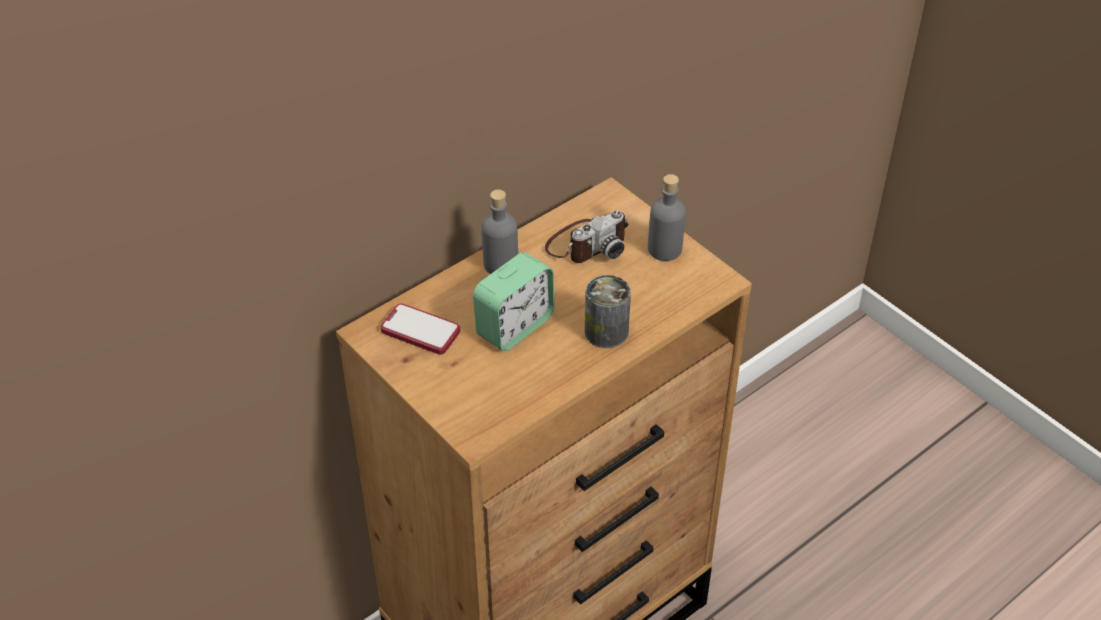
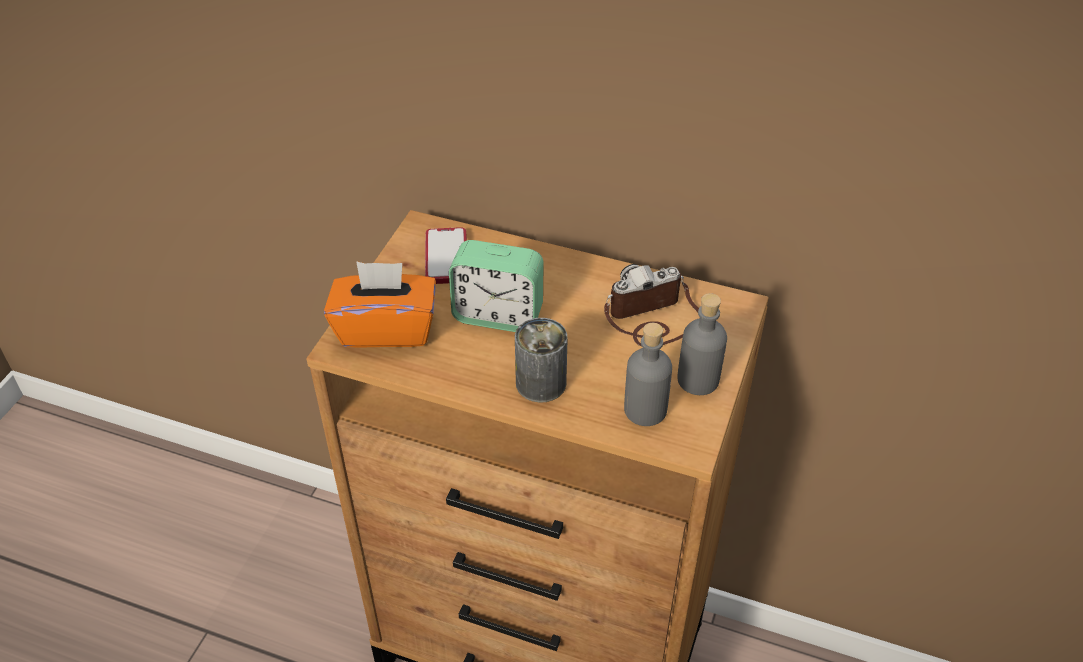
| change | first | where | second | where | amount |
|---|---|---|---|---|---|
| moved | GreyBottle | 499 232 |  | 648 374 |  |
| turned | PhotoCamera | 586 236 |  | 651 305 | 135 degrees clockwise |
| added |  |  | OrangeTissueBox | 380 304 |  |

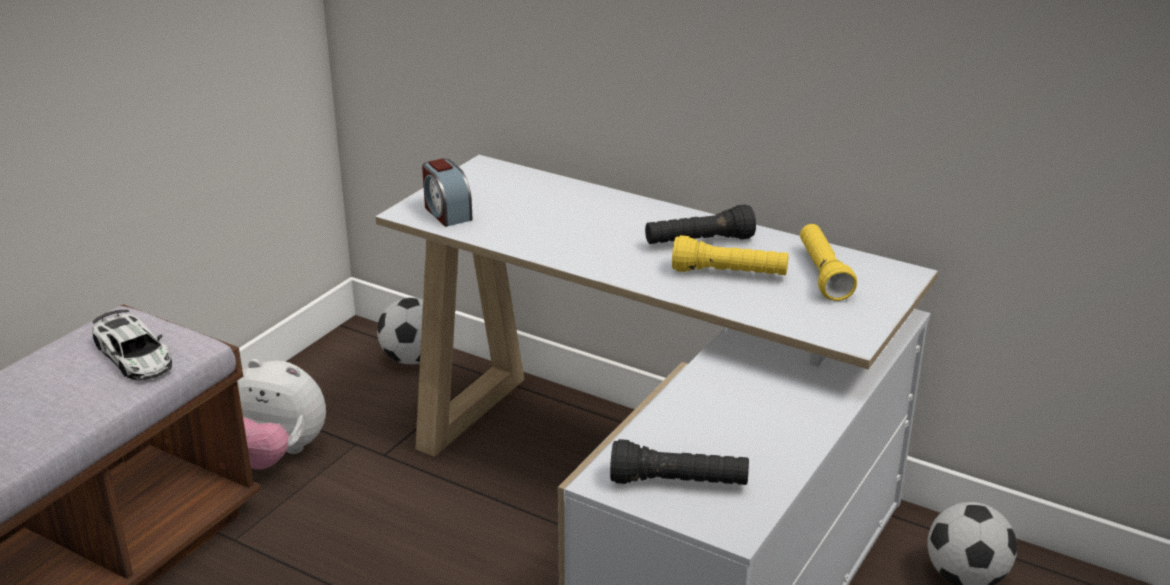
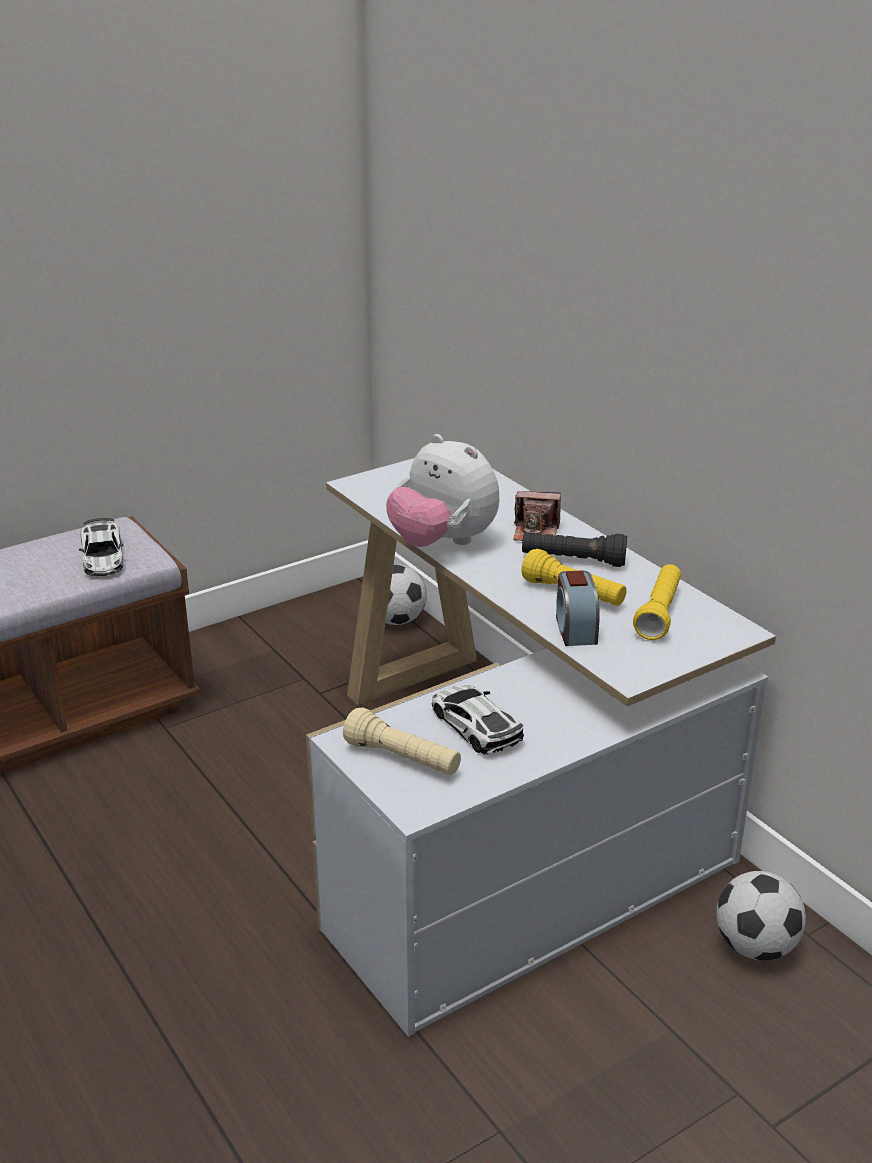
| change | first | where | second | where | amount |
|---|---|---|---|---|---|
| moved | AlarmClock | 447 193 |  | 578 608 |  |
| moved | PlushToy | 281 414 |  | 442 490 |  |
| recoloured | BlackFlashlight | 679 462 | BeigeFlashlight | 402 741 |  |
| added |  |  | PhotoCamera | 537 516 |  |
| added |  |  | ToyCar | 478 720 |  |

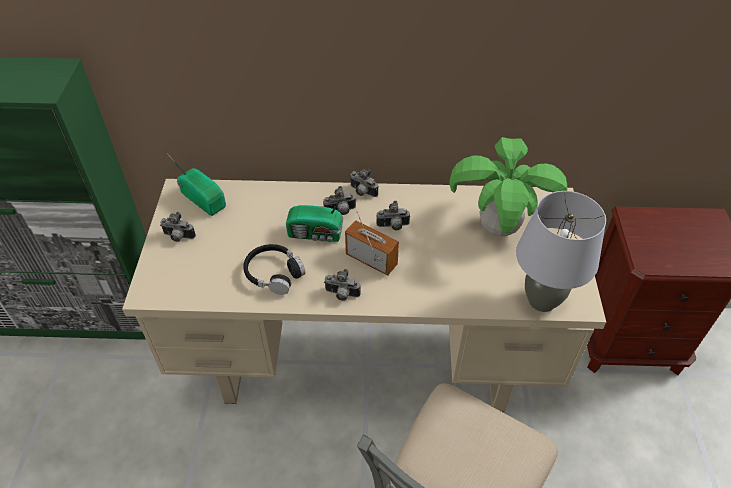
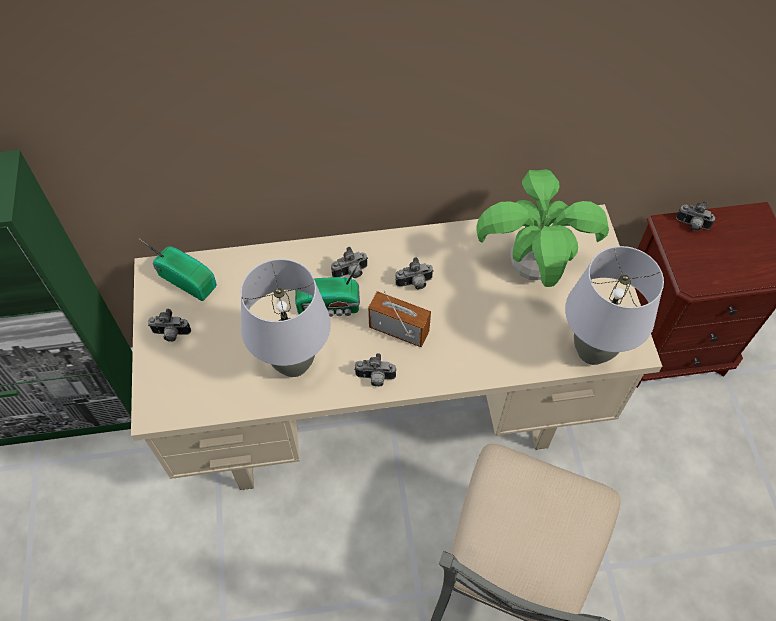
| change | first | where | second | where | amount |
|---|---|---|---|---|---|
| moved | PhotoCamera | 363 183 |  | 695 216 |  |
| replaced | BlackHeadphones | 274 269 | GreyTableLamp | 286 318 |  |

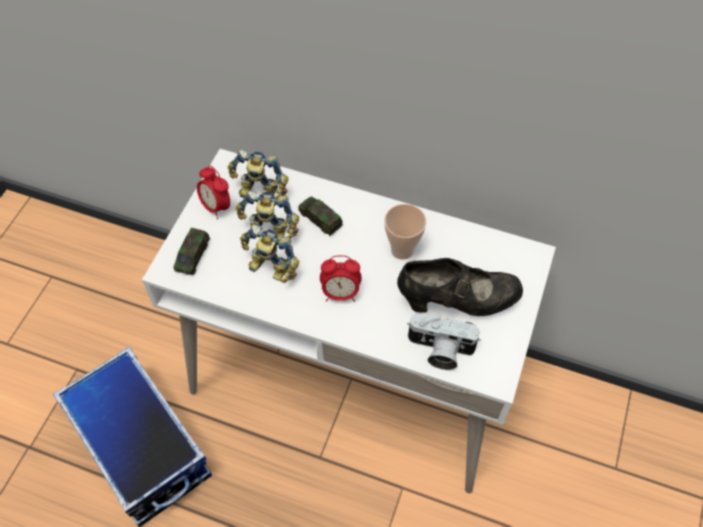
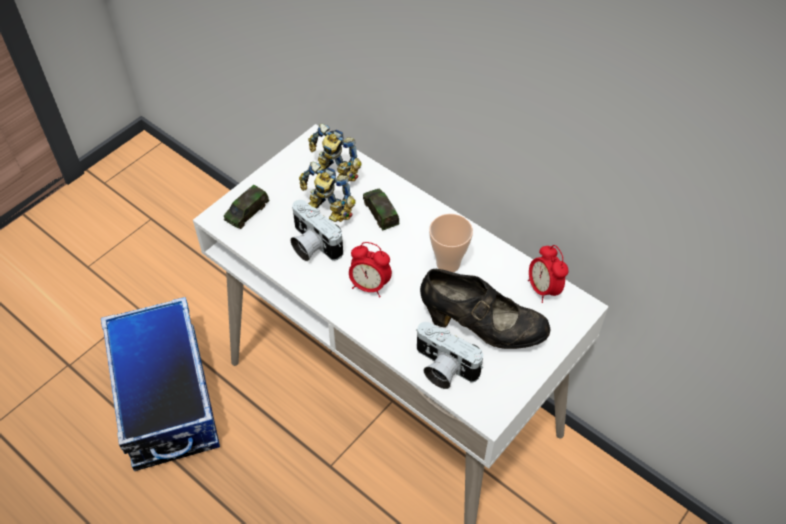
| change | first | where | second | where | amount |
|---|---|---|---|---|---|
| moved | AlarmClock | 213 192 |  | 548 274 |  |
| replaced | ToyRobot | 269 253 | PhotoCamera | 317 230 |  |

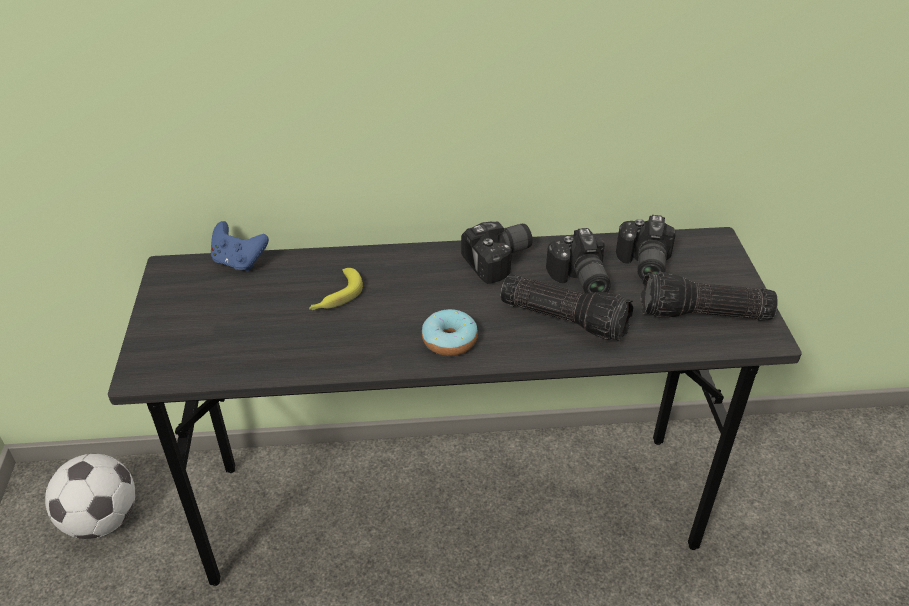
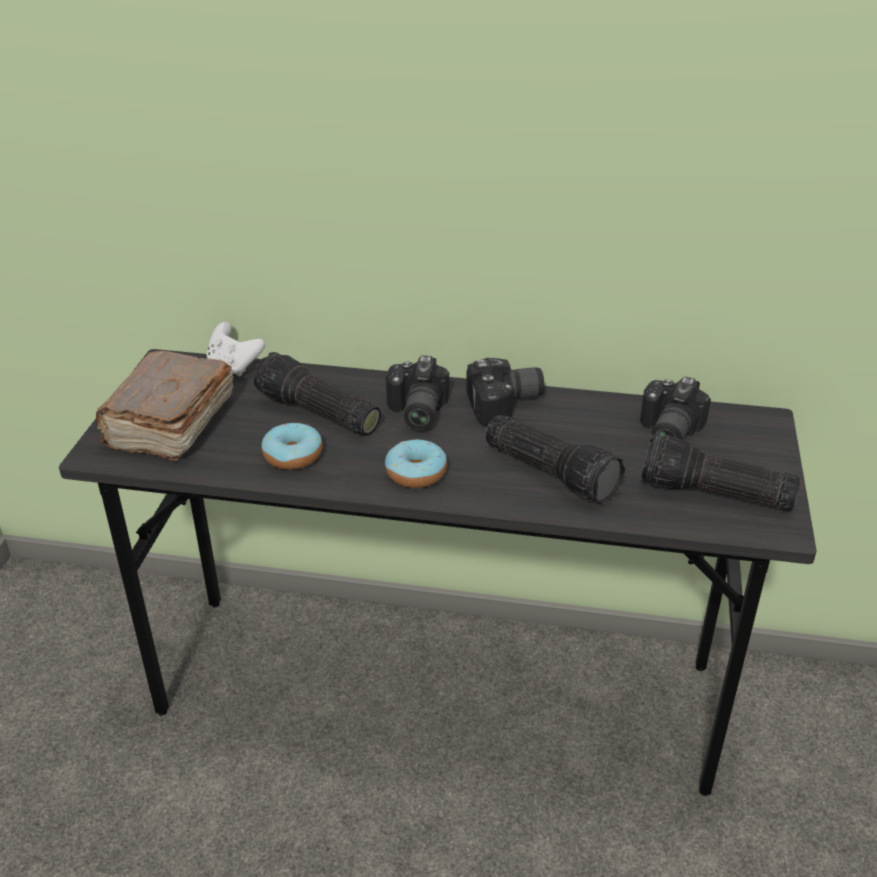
| change | first | where | second | where | amount |
|---|---|---|---|---|---|
| recoloured | BlueGameController | 240 246 | WhiteGameController | 235 349 |  |
| moved | PhotoCamera | 578 260 |  | 417 393 |  |
| replaced | Banana | 336 289 | Flashlight | 317 394 |  |
| removed | Football | 90 496 |  |  |  |
| added |  |  | BrownBook | 164 406 |  |
| added |  |  | Donut | 292 446 |  |

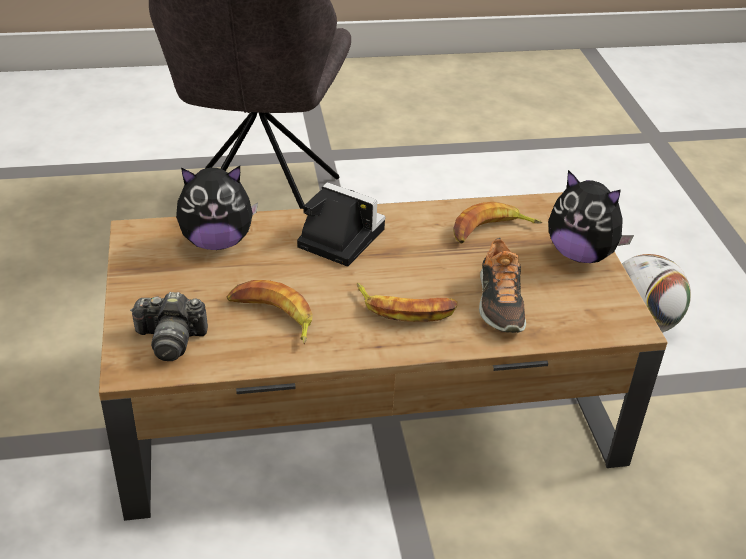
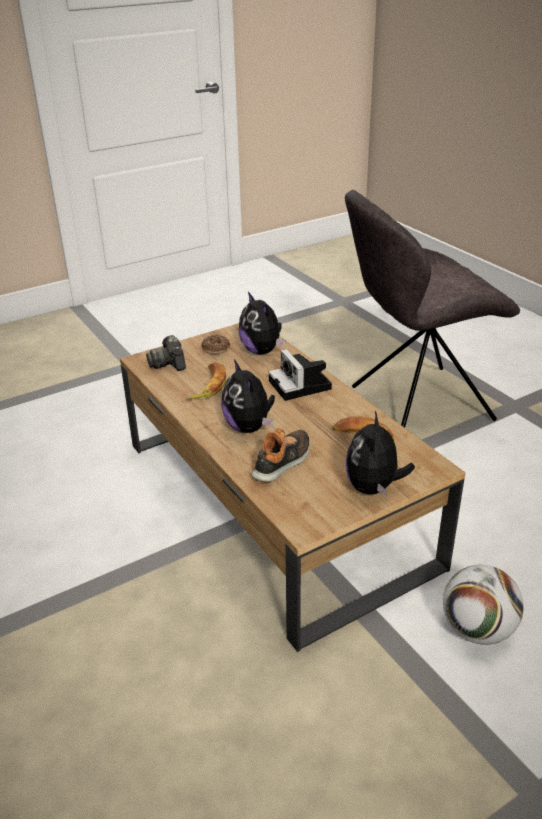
| change | first | where | second | where | amount |
|---|---|---|---|---|---|
| turned | PhotoCamera | 341 224 |  | 300 375 | 150 degrees clockwise |
| turned | Shoe | 502 285 |  | 280 455 | 150 degrees clockwise |
| replaced | Banana | 407 302 | PlushToy | 248 396 |  |
| added |  |  | Donut | 215 344 |  |

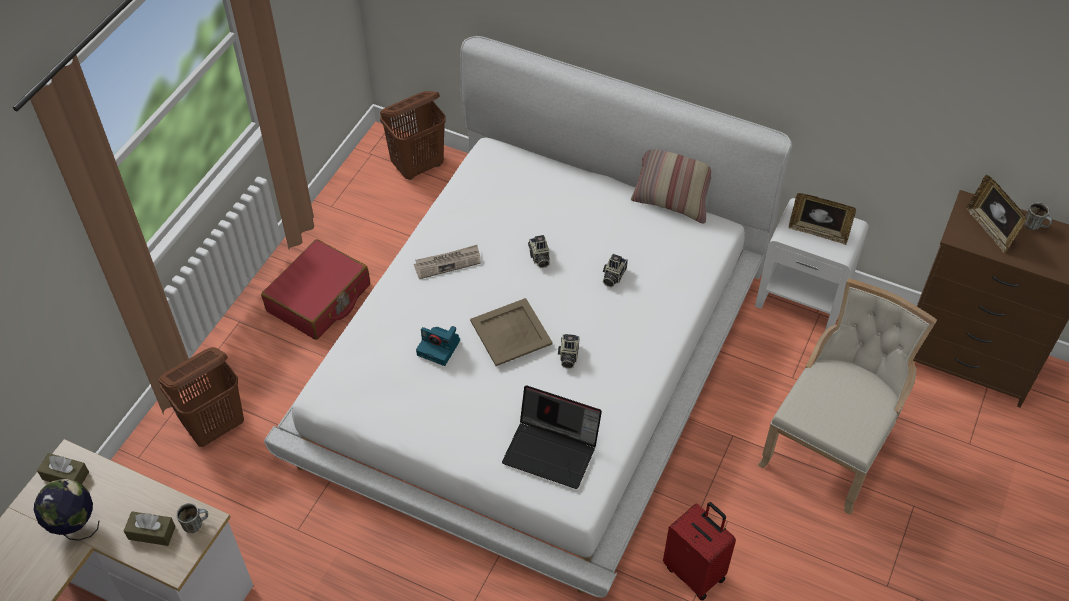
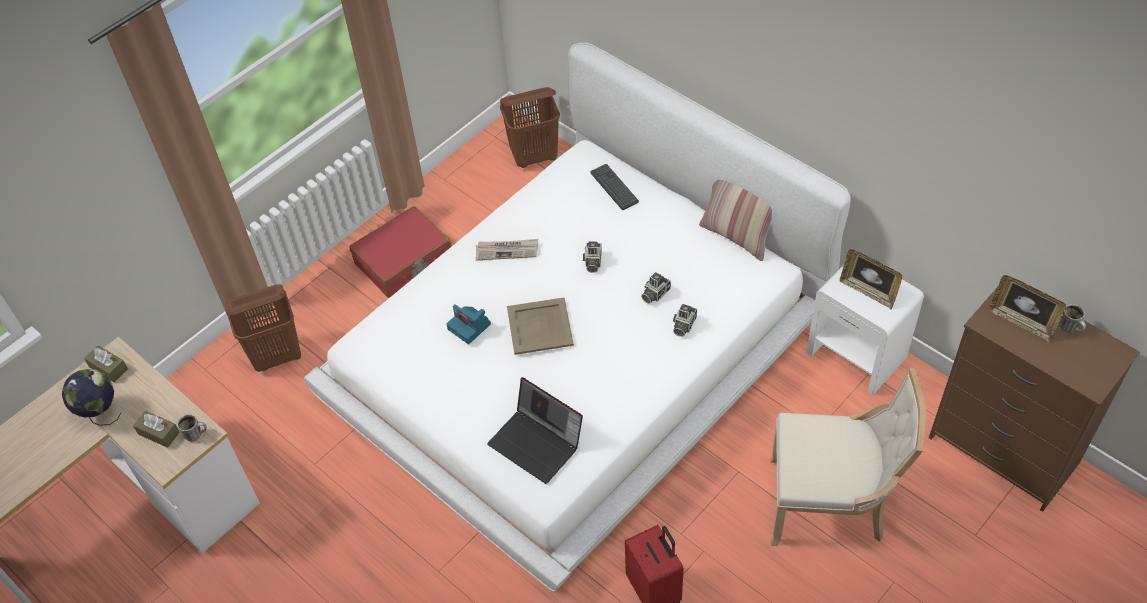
| change | first | where | second | where | amount |
|---|---|---|---|---|---|
| turned | PictureFrame | 996 214 |  | 1027 308 | 45 degrees counterclockwise |
| turned | BeigeChair | 847 396 |  | 848 457 | 45 degrees clockwise |
| moved | PhotoCamera | 569 351 |  | 685 320 |  |
| added |  |  | Keyboard | 614 187 |  |

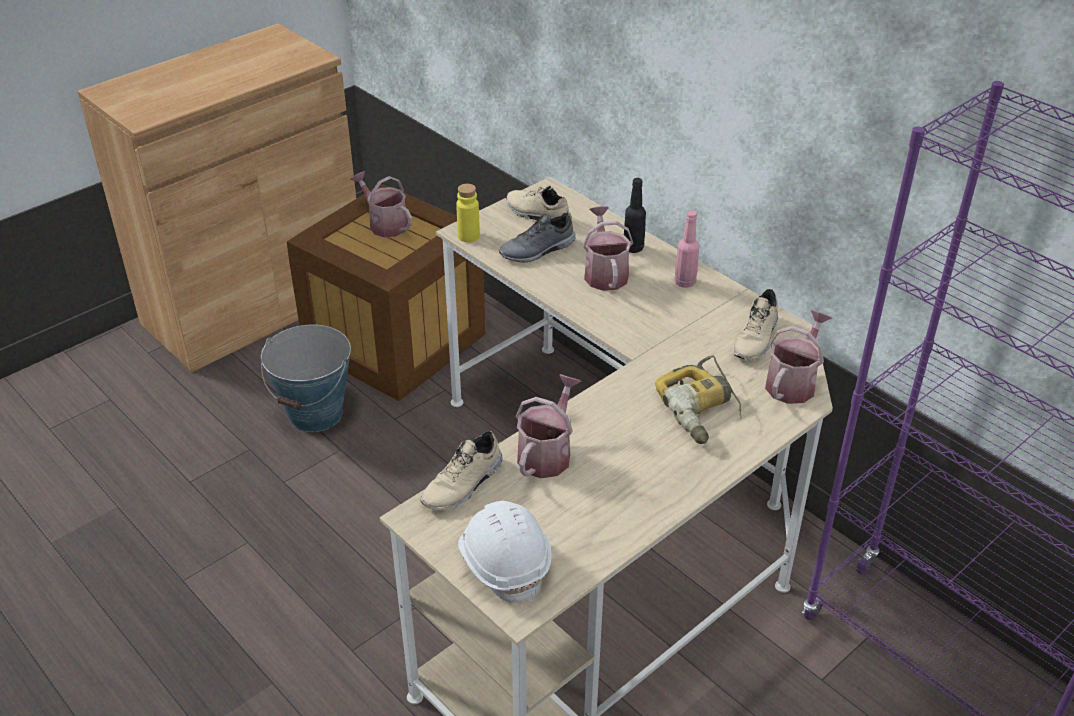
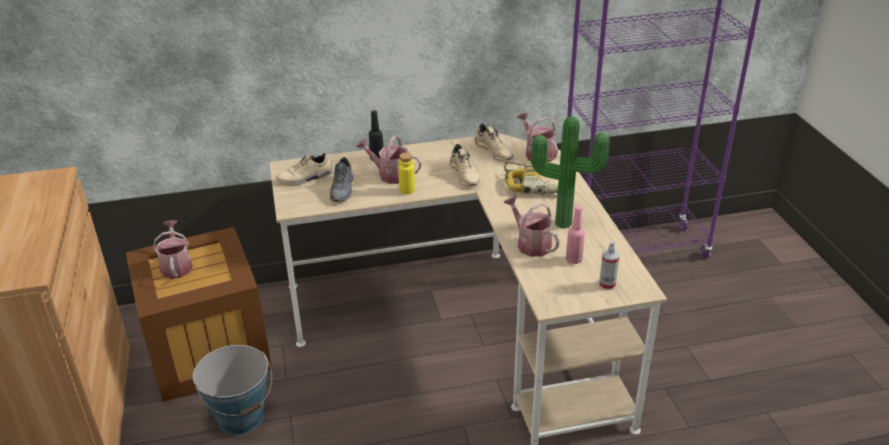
| change | first | where | second | where | amount |
|---|---|---|---|---|---|
| turned | WateringCan | 381 204 |  | 173 249 | 90 degrees clockwise |
| moved | YellowBottle | 468 213 |  | 406 173 |  |
| moved | PinkBottle | 686 249 |  | 575 235 |  |
| moved | BeigeShoe | 461 470 |  | 465 165 |  |
| replaced | WhiteHardHat | 504 552 | SprayBottle | 609 265 |  |
| added |  |  | PottedPlant | 570 172 |  |

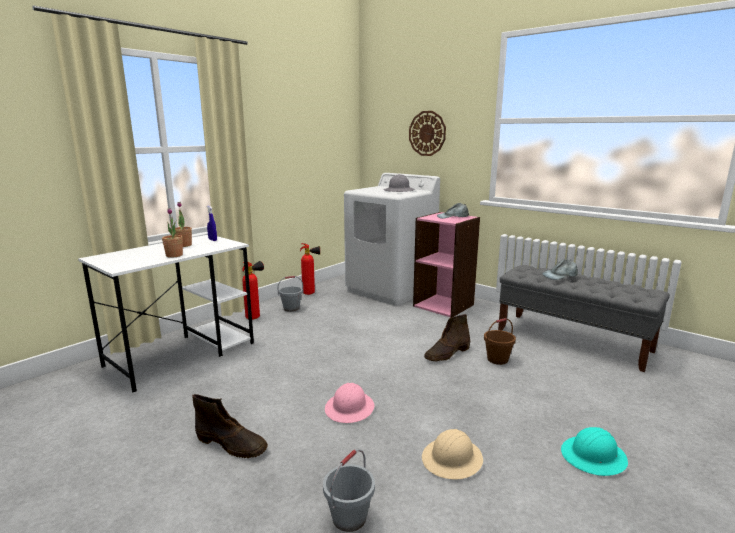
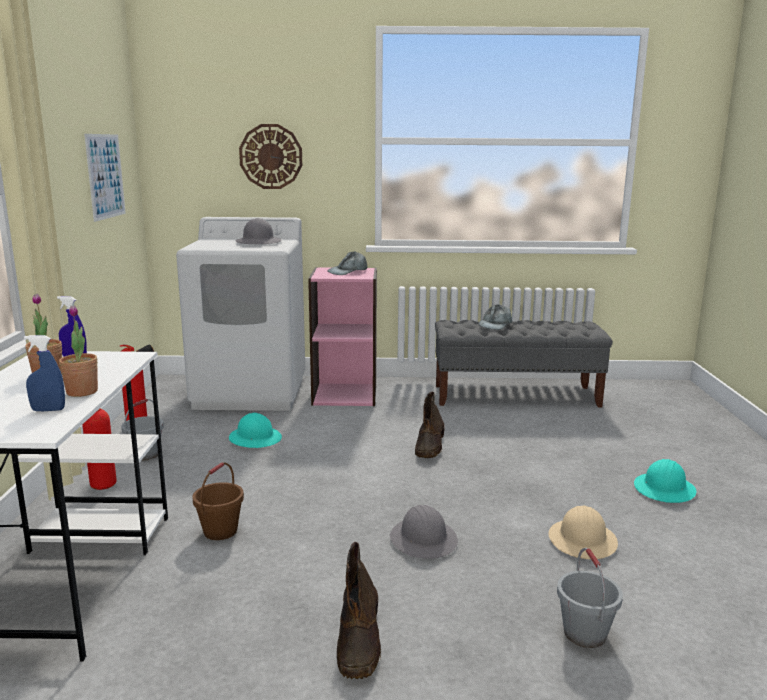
| change | first | where | second | where | amount |
|---|---|---|---|---|---|
| moved | BrownBucket | 500 341 |  | 218 501 |  |
| recoloured | PinkHardHat | 349 403 | GreyHardHat | 424 532 |  |
| turned | BrownBoot | 230 426 |  | 359 610 | 105 degrees clockwise |
| added |  |  | Picture | 105 178 |  |
| added |  |  | BlueSprayBottle | 44 373 |  |
| added |  |  | TurquoiseHardHat | 255 430 |  |

